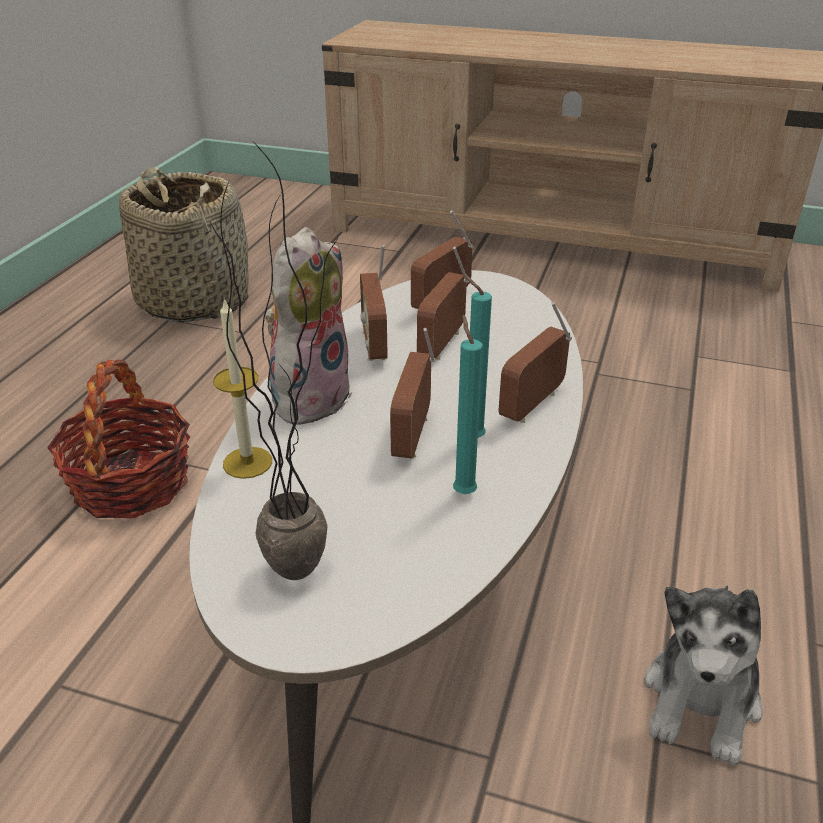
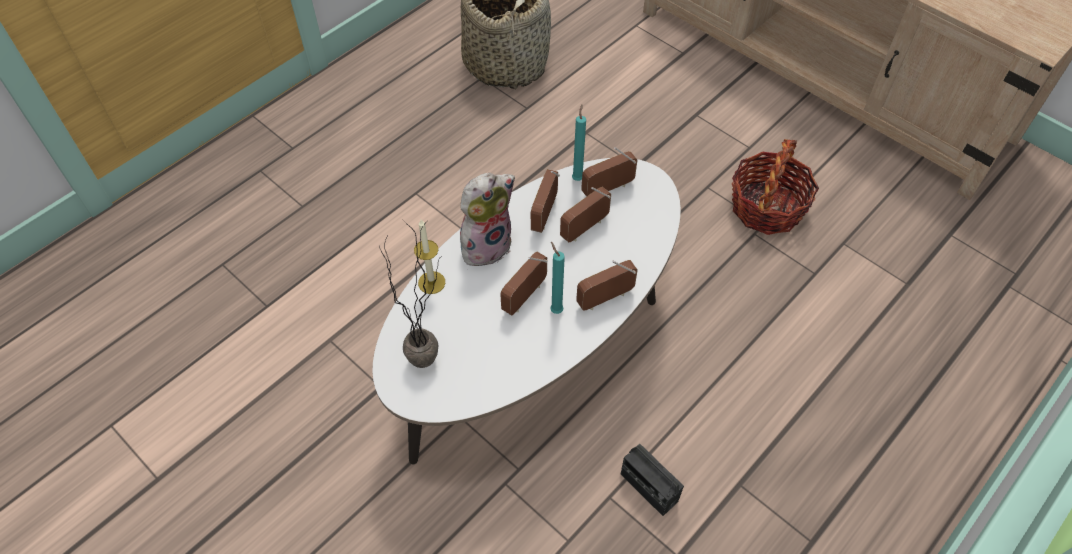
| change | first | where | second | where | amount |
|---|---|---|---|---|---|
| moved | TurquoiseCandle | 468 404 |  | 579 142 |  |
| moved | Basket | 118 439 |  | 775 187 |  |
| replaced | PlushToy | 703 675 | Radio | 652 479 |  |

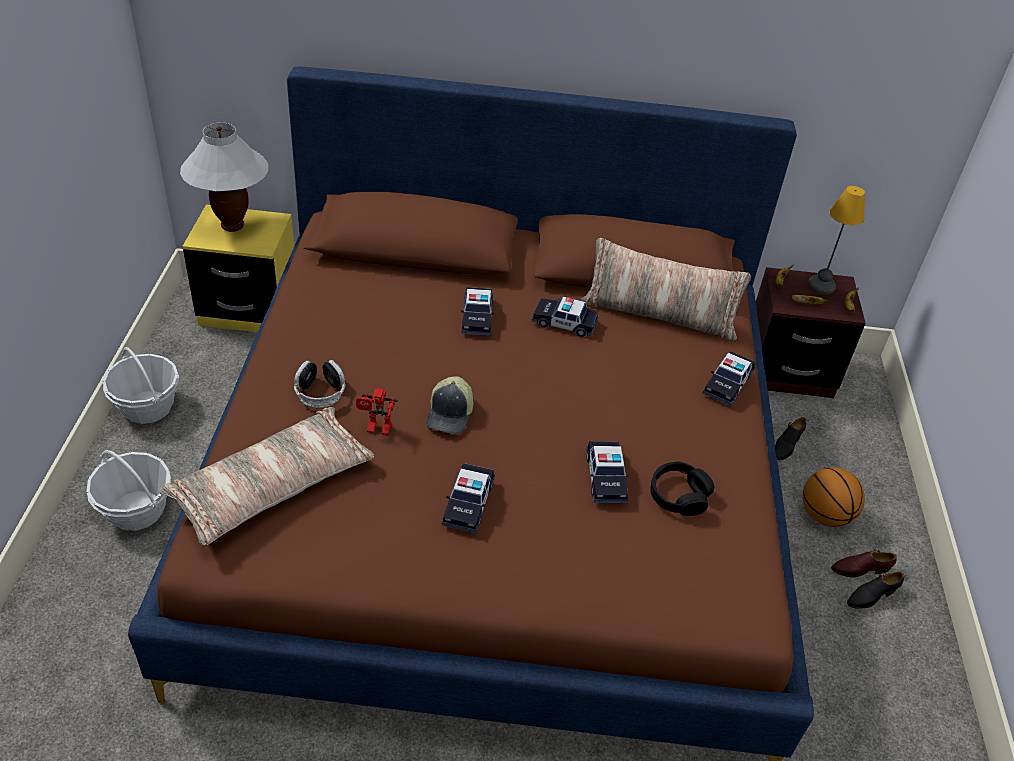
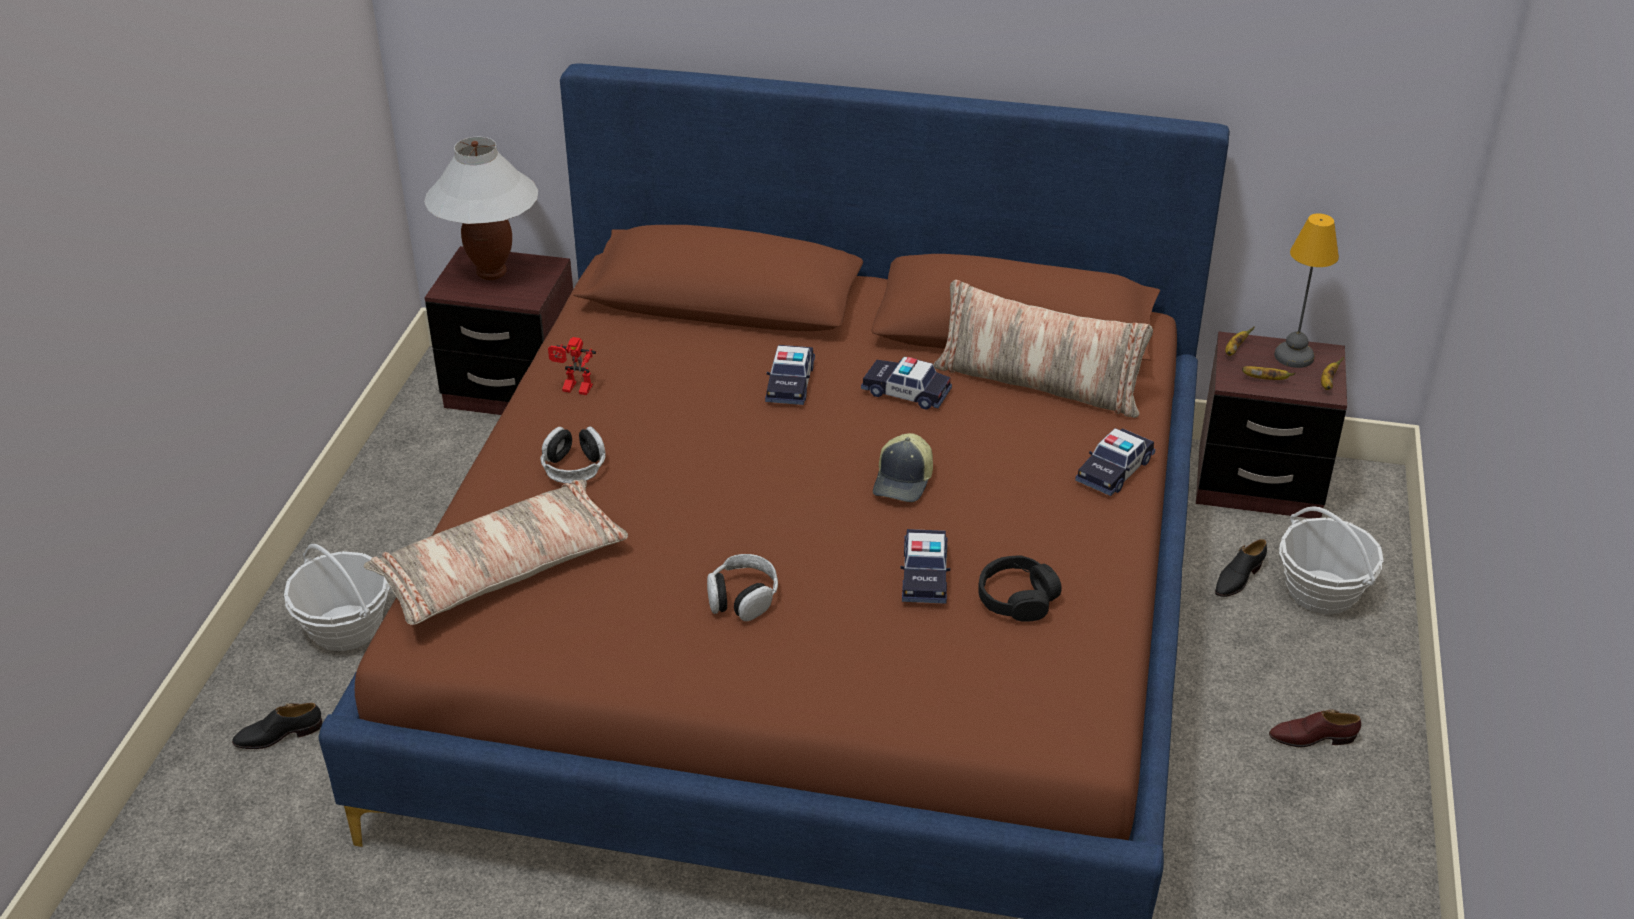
| change | first | where | second | where | amount |
|---|---|---|---|---|---|
| recoloured | YellowNightstand | 238 268 | BrownNightstand | 499 330 |  |
| moved | Basket | 141 385 |  | 1331 560 |  |
| moved | Cap | 450 405 |  | 903 467 |  |
| moved | ToyRobot | 377 411 |  | 572 366 |  |
| replaced | ToyCar | 468 498 | Headphones | 742 587 |  |
| removed | Basketball | 834 497 |  |  |  |
| moved | BlackShoe | 875 590 |  | 277 726 |  |

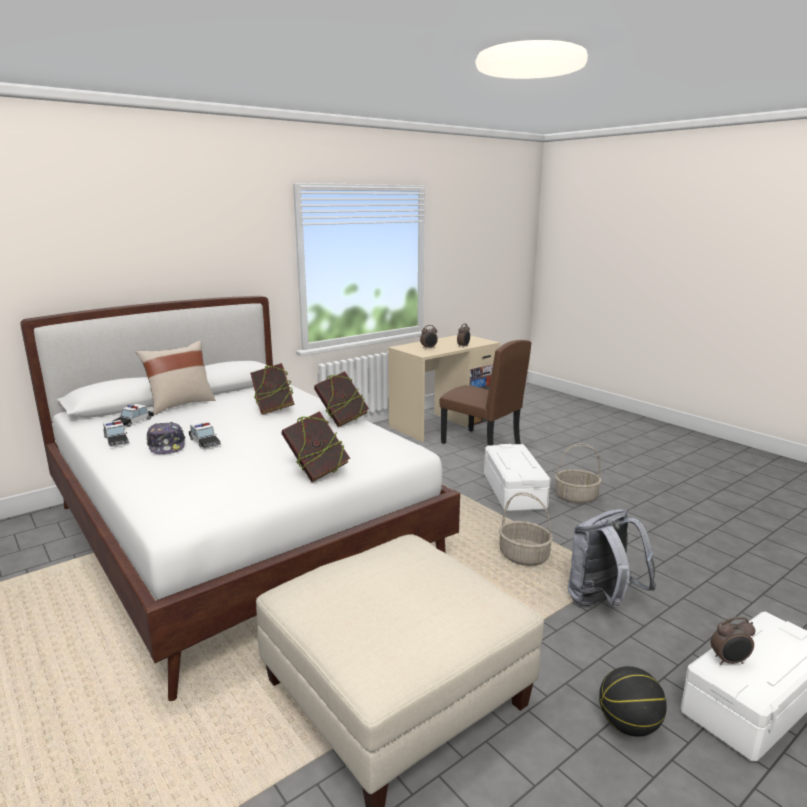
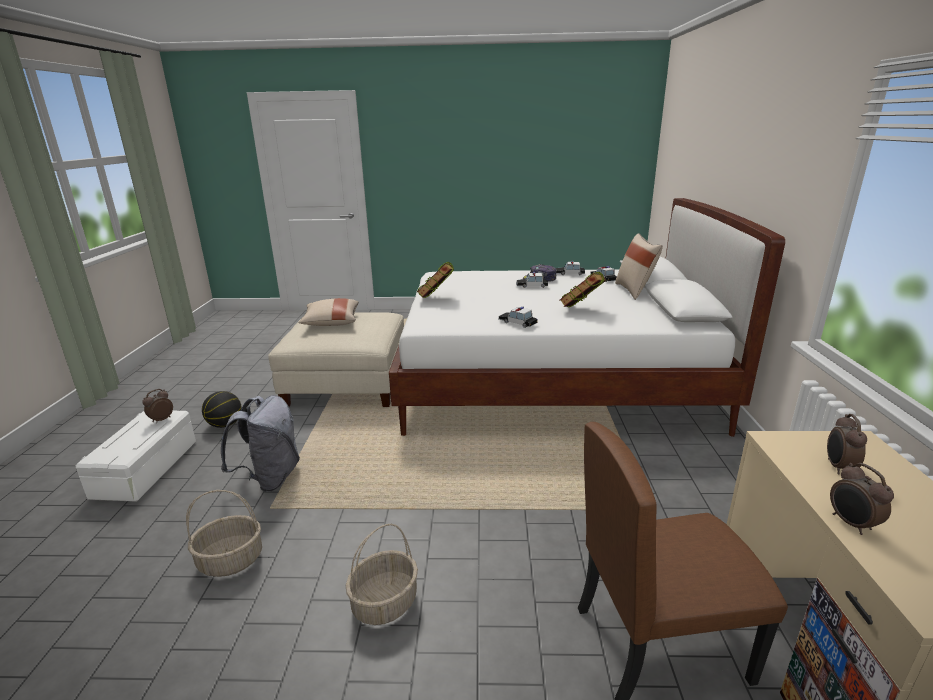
| change | first | where | second | where | amount |
|---|---|---|---|---|---|
| replaced | Book | 341 399 | ToyCar | 518 317 |  |
| removed | WhiteStorageBox | 517 478 |  |  |  |
| moved | Basket | 526 529 |  | 224 533 |  |
| added |  |  | BeigePillow | 329 312 |  |

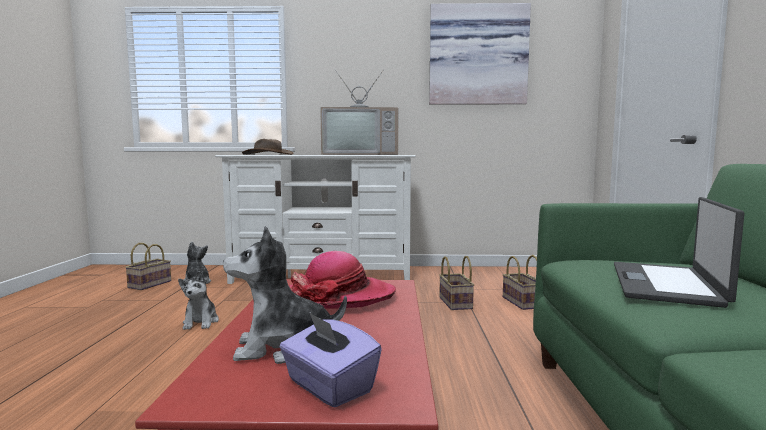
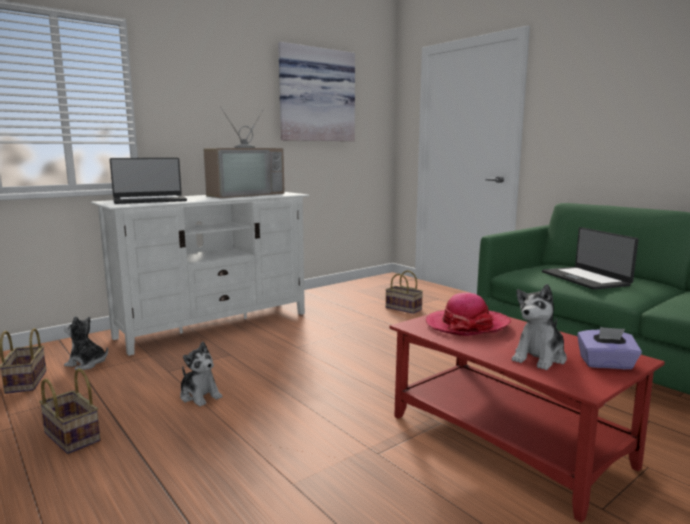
| change | first | where | second | where | amount |
|---|---|---|---|---|---|
| replaced | BrownHat | 268 147 | Laptop | 148 181 |  |
| moved | Basket | 456 283 |  | 70 411 |  |

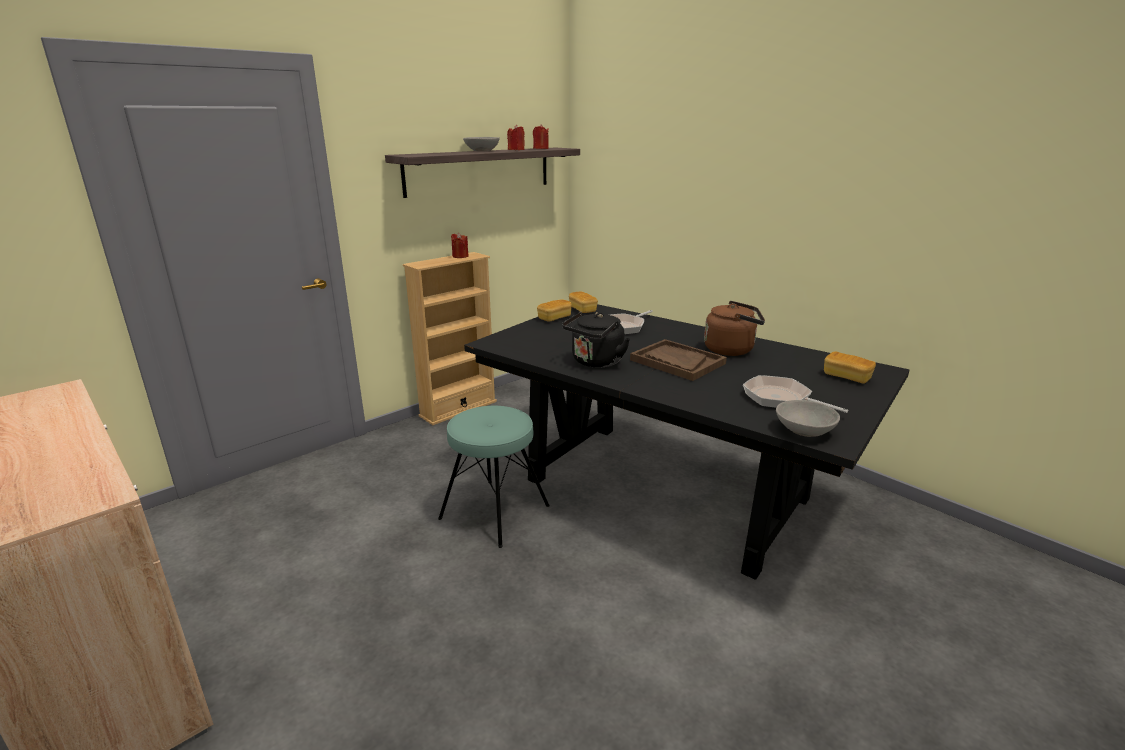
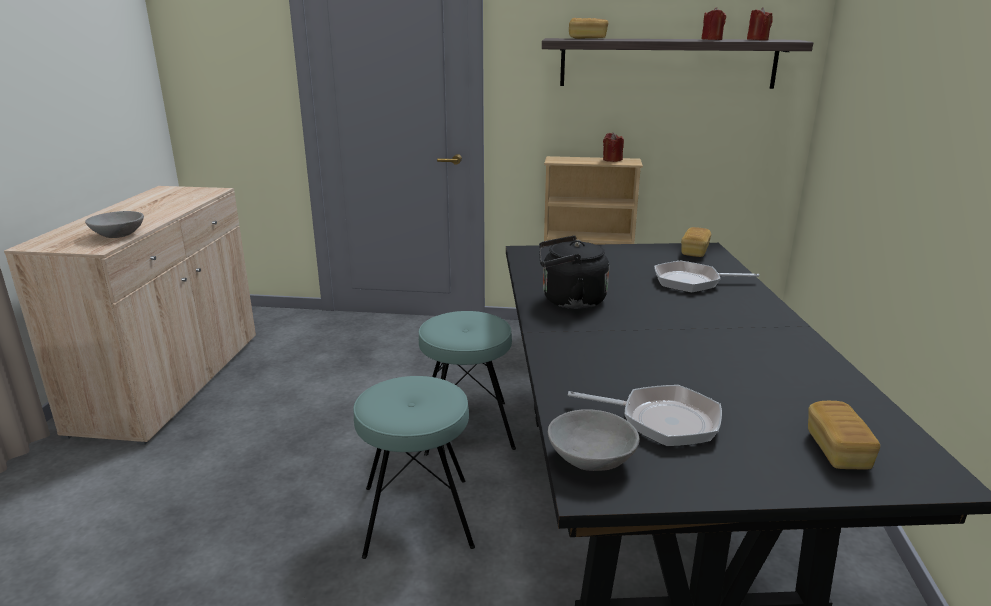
| change | first | where | second | where | amount |
|---|---|---|---|---|---|
| moved | GreyBowl | 481 144 |  | 114 224 |  |
| moved | Bread | 554 310 |  | 588 28 |  |
| removed | BrownKettle | 734 328 |  |  |  |
| removed | BrownTray | 678 360 |  |  |  |
| turned | FryingPan | 795 394 |  | 645 415 | 105 degrees clockwise |
| added |  |  | TurquoiseStool | 414 467 |  |

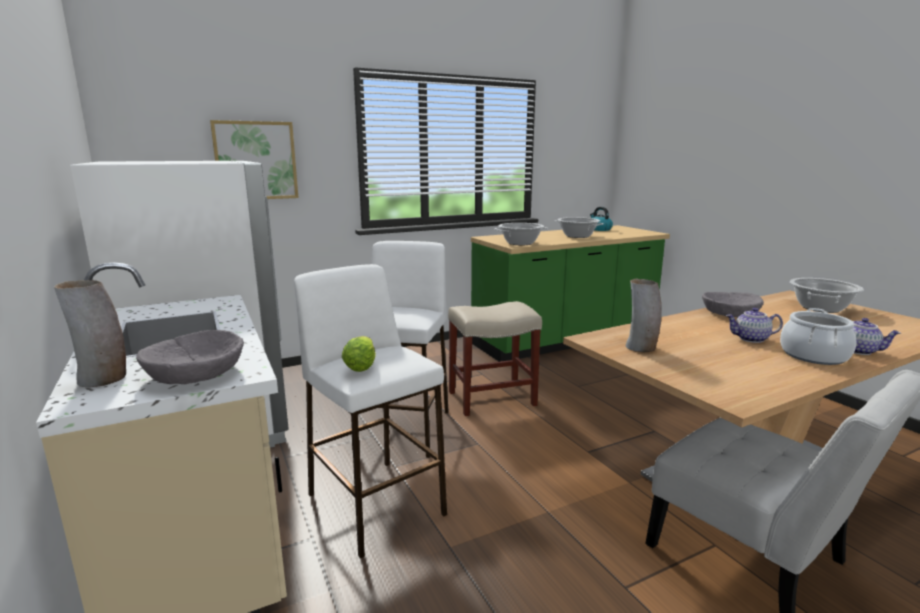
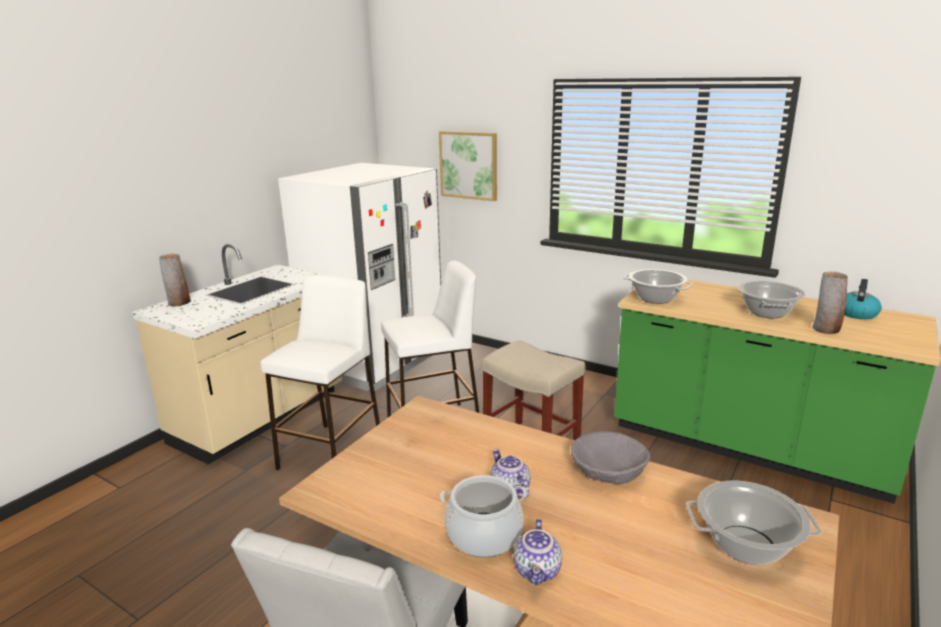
| change | first | where | second | where | amount |
|---|---|---|---|---|---|
| moved | Vase | 643 316 |  | 830 302 |  |
| removed | GreyBowl | 190 357 |  |  |  |
| removed | Lettuce | 359 354 |  |  |  |

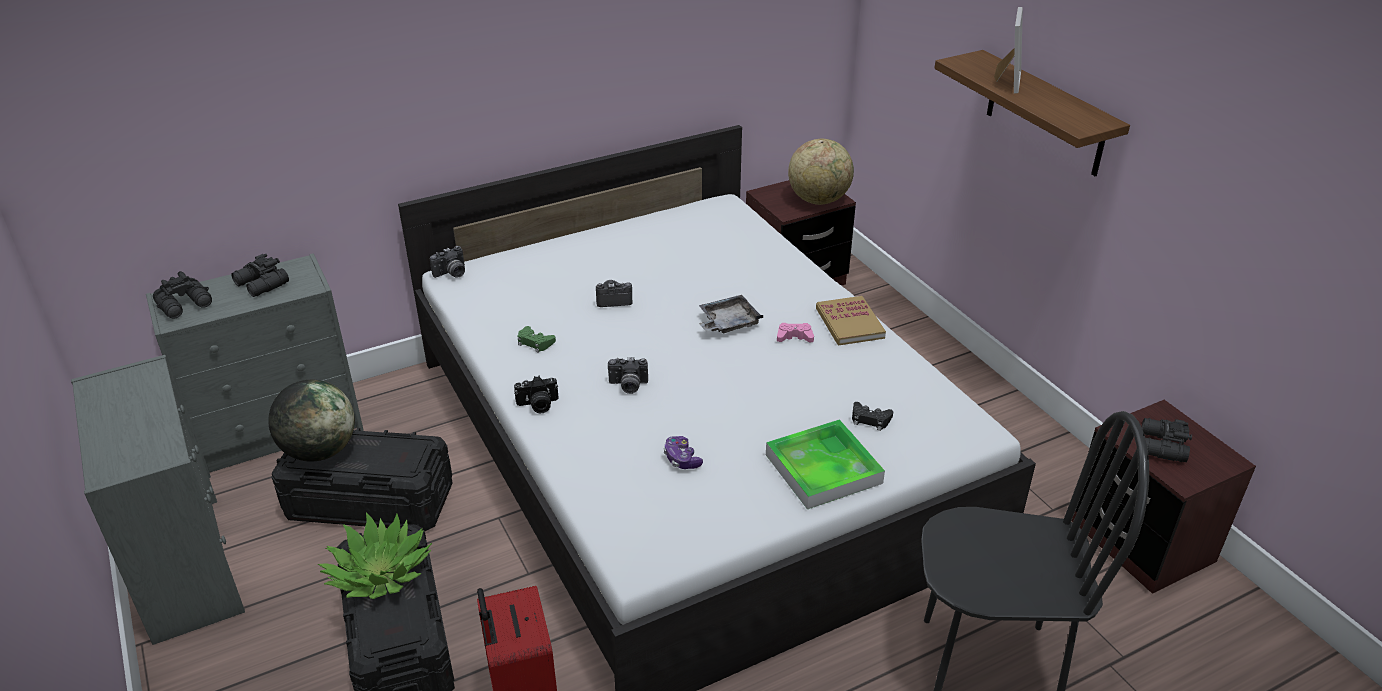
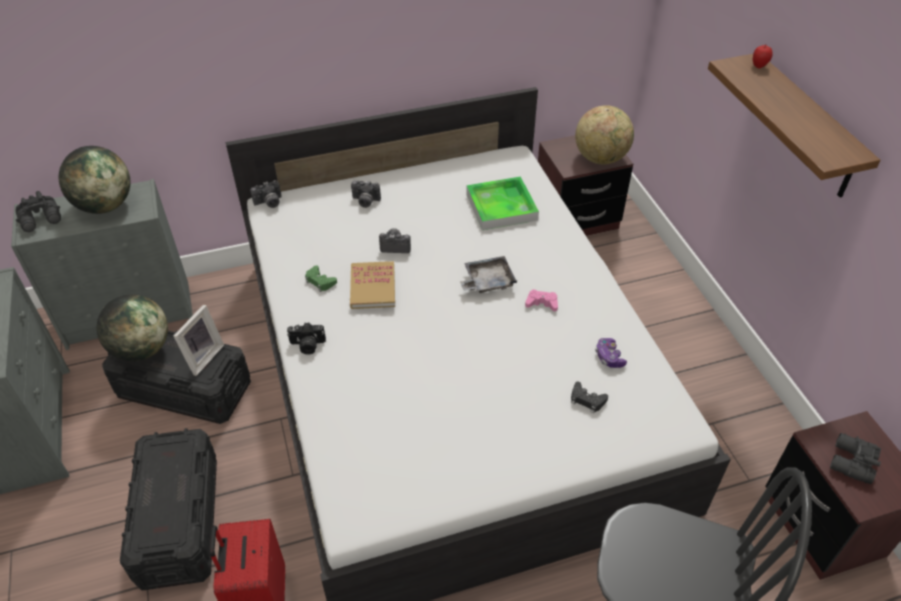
| change | first | where | second | where | amount |
|---|---|---|---|---|---|
| moved | PictureFrame | 1008 50 |  | 198 340 |  |
| replaced | BlackBinoculars | 260 275 | Globe | 94 180 |  |
| moved | Book | 851 321 |  | 372 285 |  |
| moved | PhotoCamera | 628 375 |  | 366 194 |  |
| moved | Tray | 825 464 |  | 502 203 |  |
| moved | GameController | 683 452 |  | 611 353 |  |
| removed | PottedPlant | 375 556 |  |  |  |
| added |  |  | Apple | 763 56 |  |

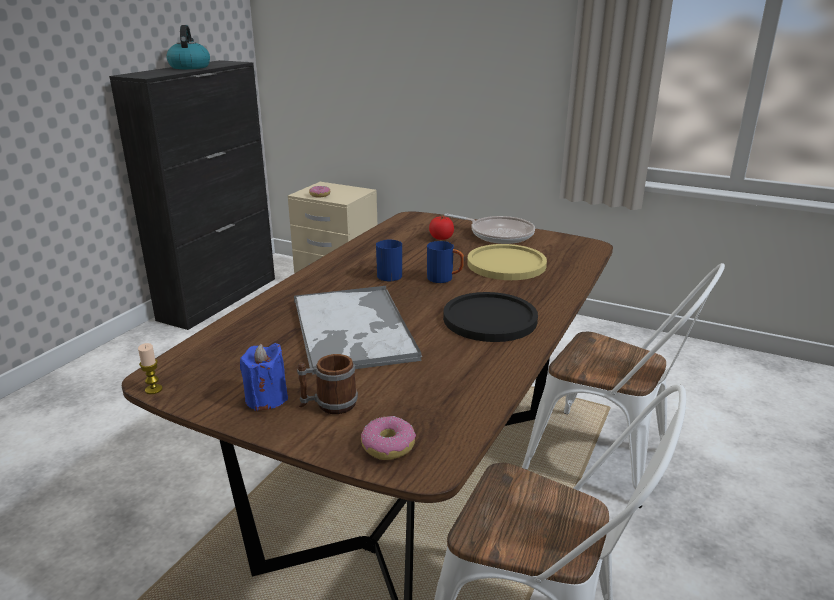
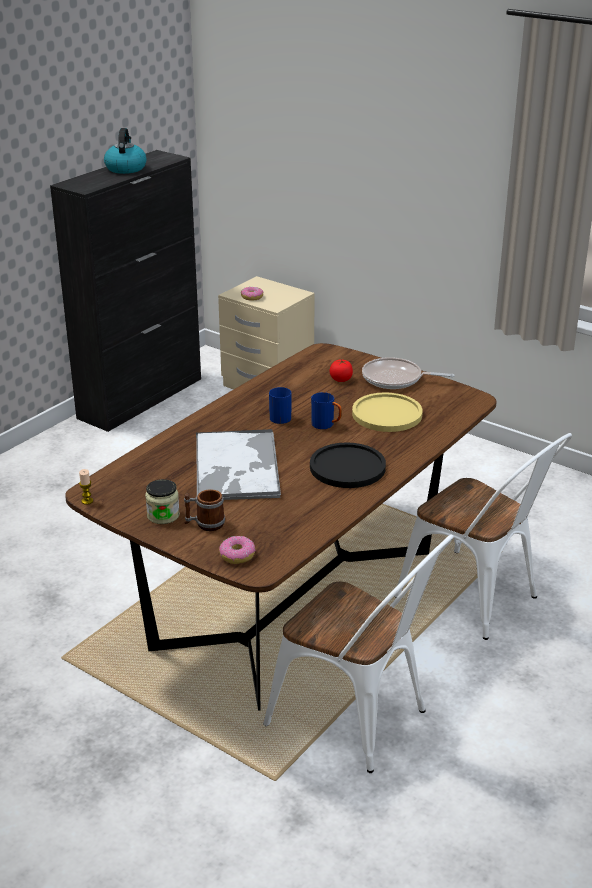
| change | first | where | second | where | amount |
|---|---|---|---|---|---|
| turned | FryingPan | 489 229 |  | 408 373 | 150 degrees clockwise |
| replaced | BlueCandle | 264 377 | Jar | 162 501 |  |

